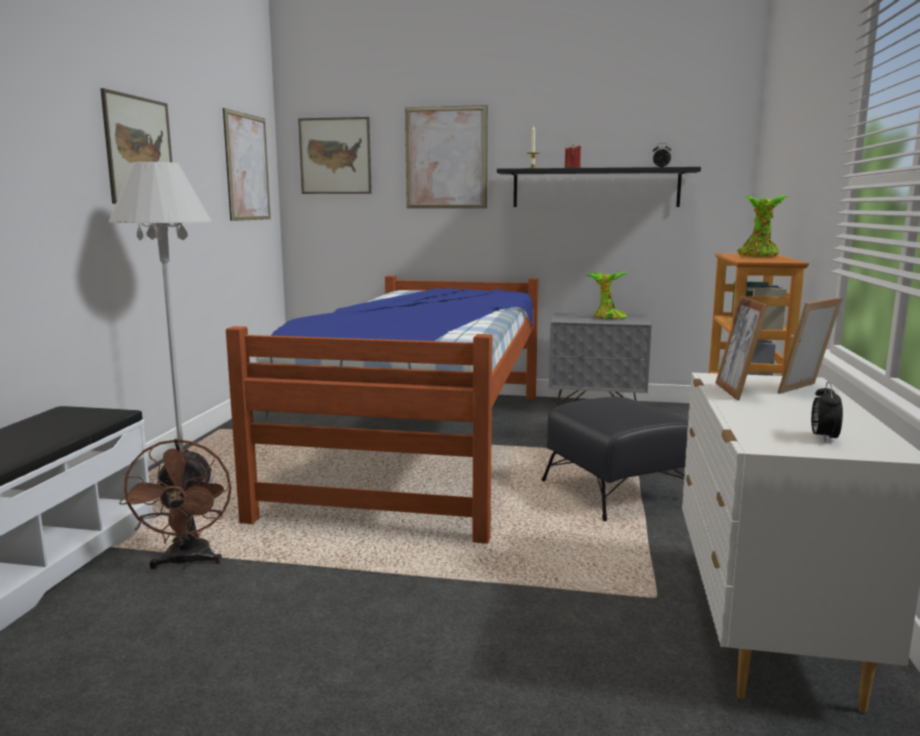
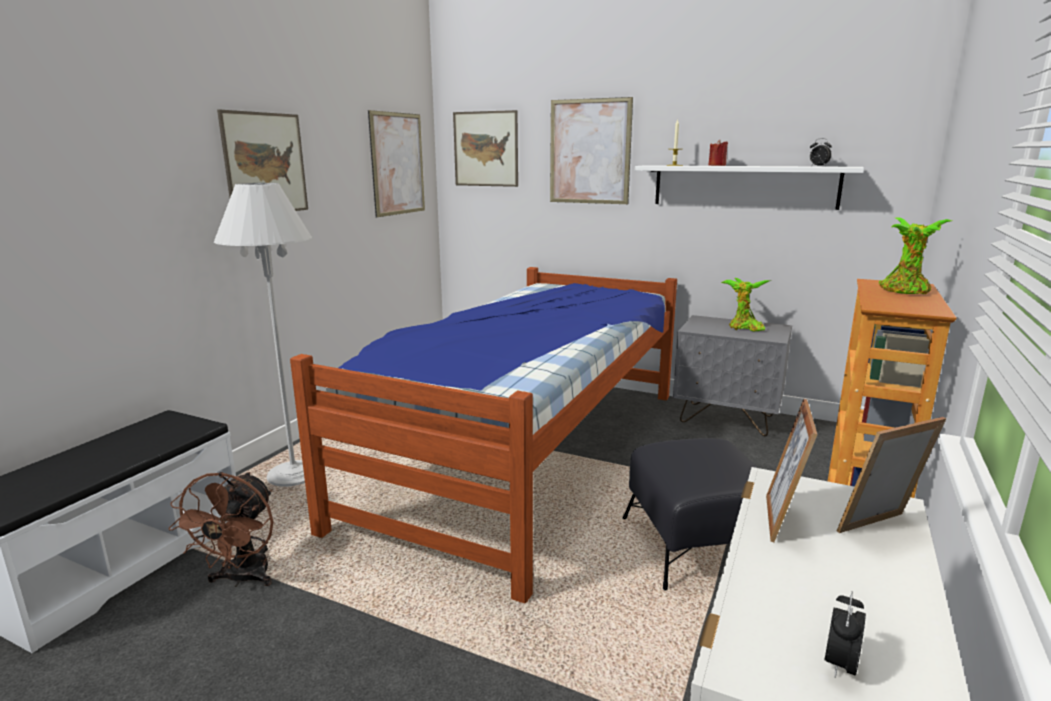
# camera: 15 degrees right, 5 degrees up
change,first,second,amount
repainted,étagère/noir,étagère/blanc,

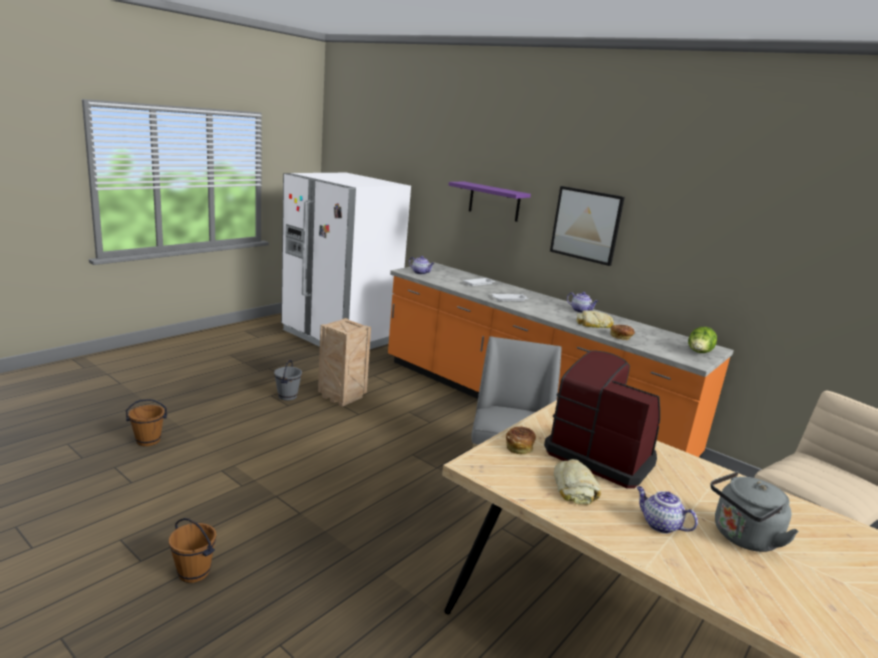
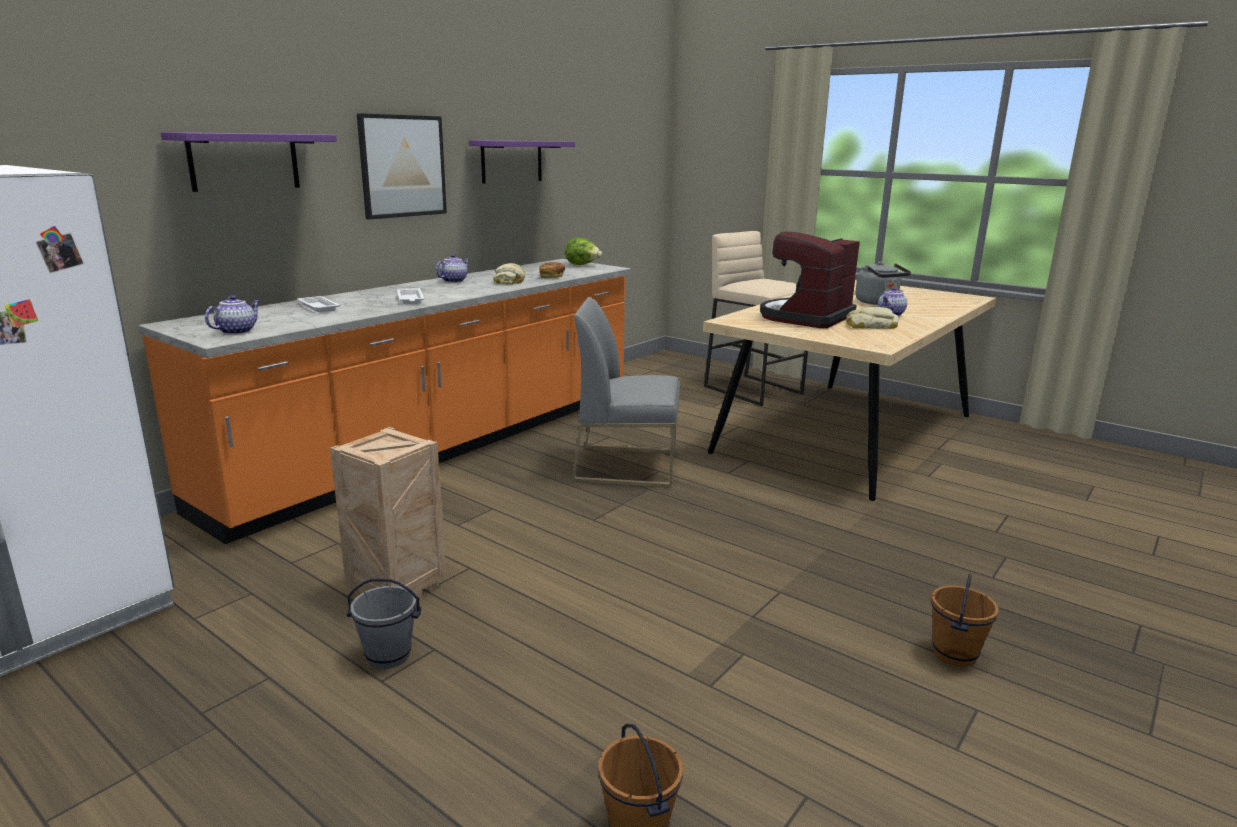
# camera: 90 degrees left, 0 degrees up
change,first,second,amount
new,,étagère/violet (no. 2 from left),
gone,pain (no. 1 from left),,

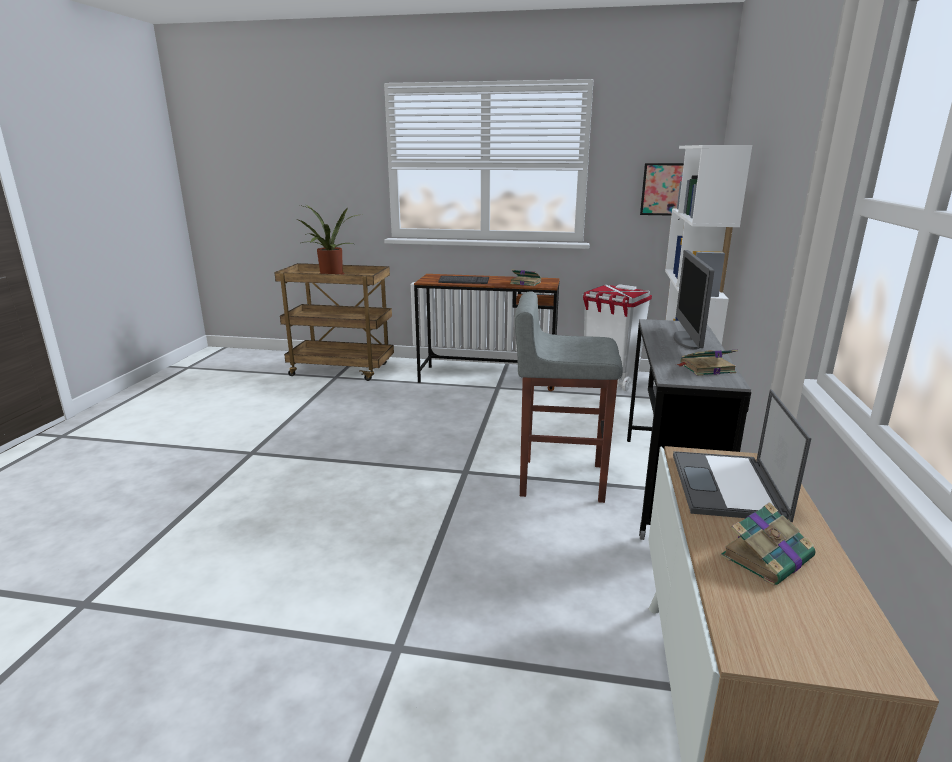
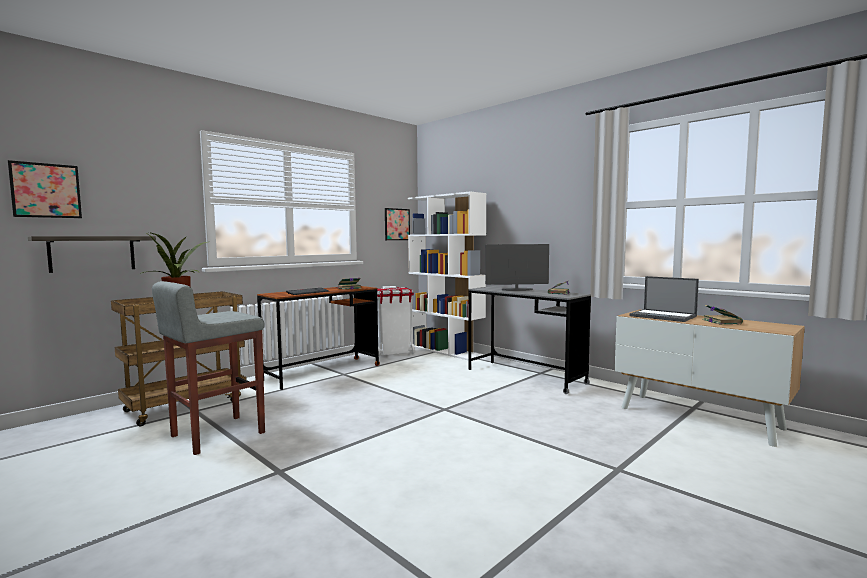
# camera: 55 degrees left, 15 degrees down
change,first,second,amount
new,,tableau (no. 1 from left),
new,,étagère,
shifted,tabouret/gris,,
rotated,écran d'ordinateur,,135 degrees clockwise

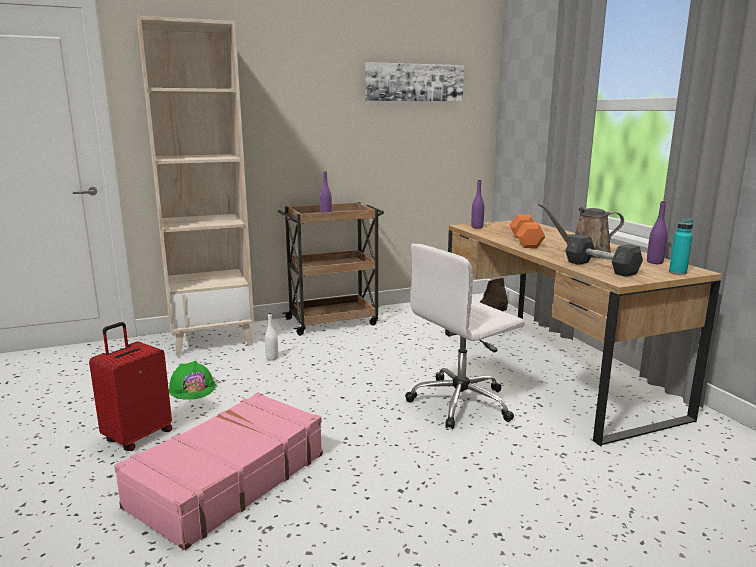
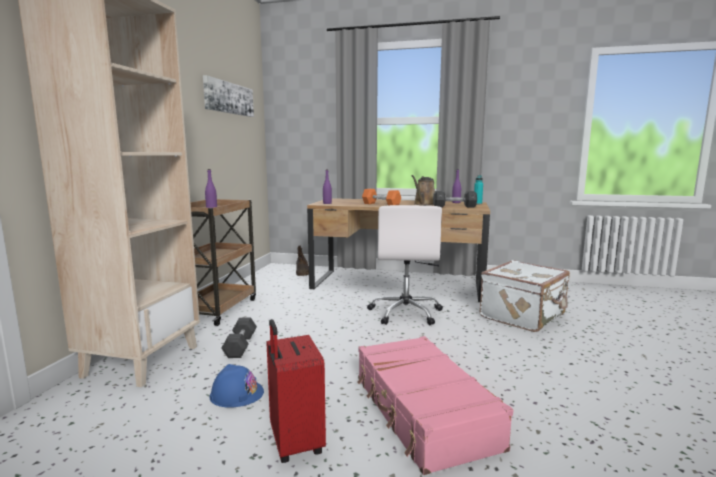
# camera: 55 degrees left, 5 degrees down
change,first,second,amount
repainted,casque de chantier/vert,casque de chantier/bleu,
swapped,bouteille/blanc,haltère/gris (no. 1 from left),
new,,valise/blanc,

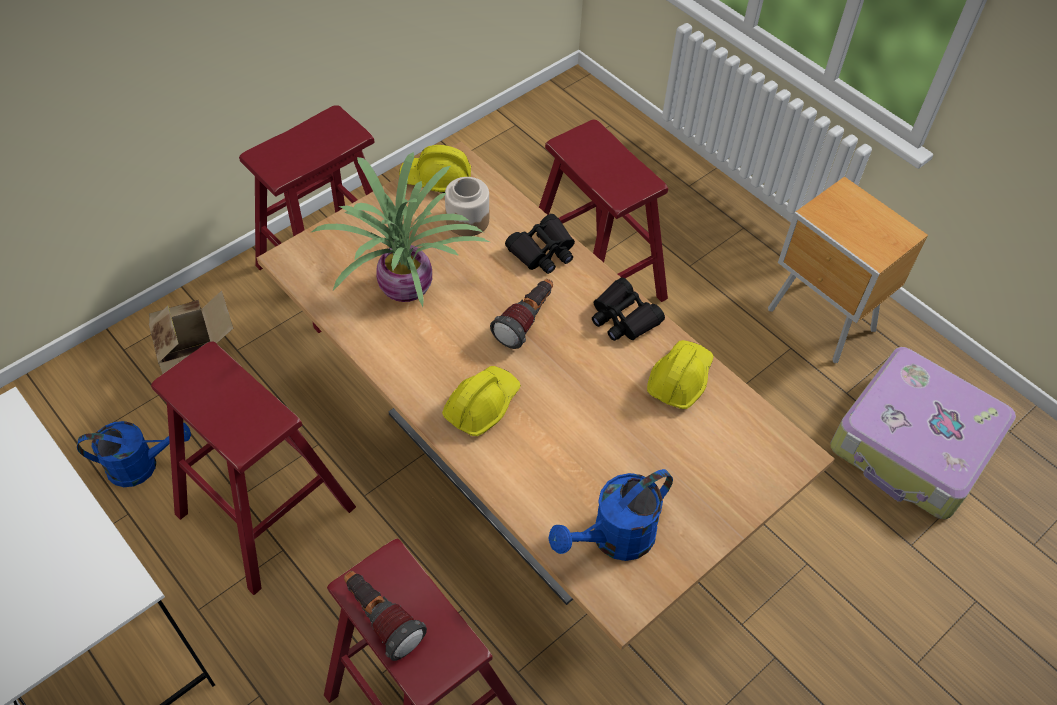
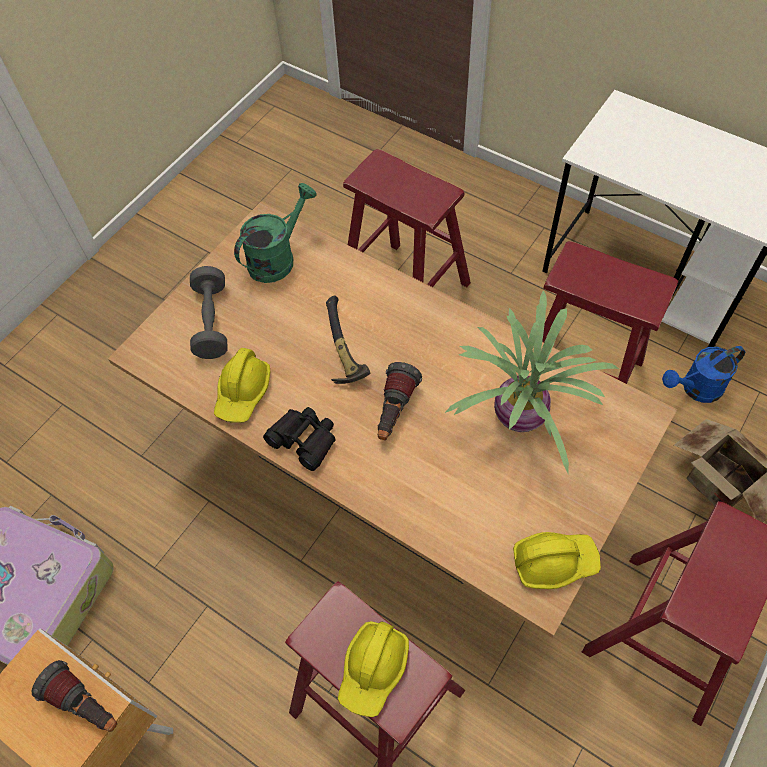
# camera: 170 degrees right, 5 degrees up
change,first,second,amount
shifted,lampe de poche (no. 1 from left),,
new,,haltère/gris,
repainted,arrosoir/bleu (no. 2 from left),arrosoir/vert,
new,,marteau,
shifted,casque de chantier/jaune (no. 2 from left),,
gone,bocal,,
gone,jumelles/noir (no. 1 from left),,

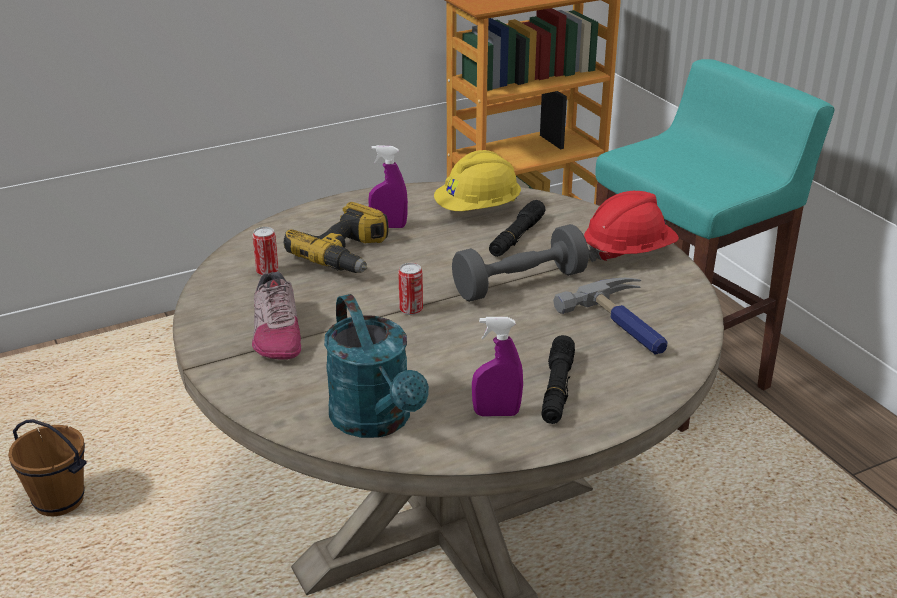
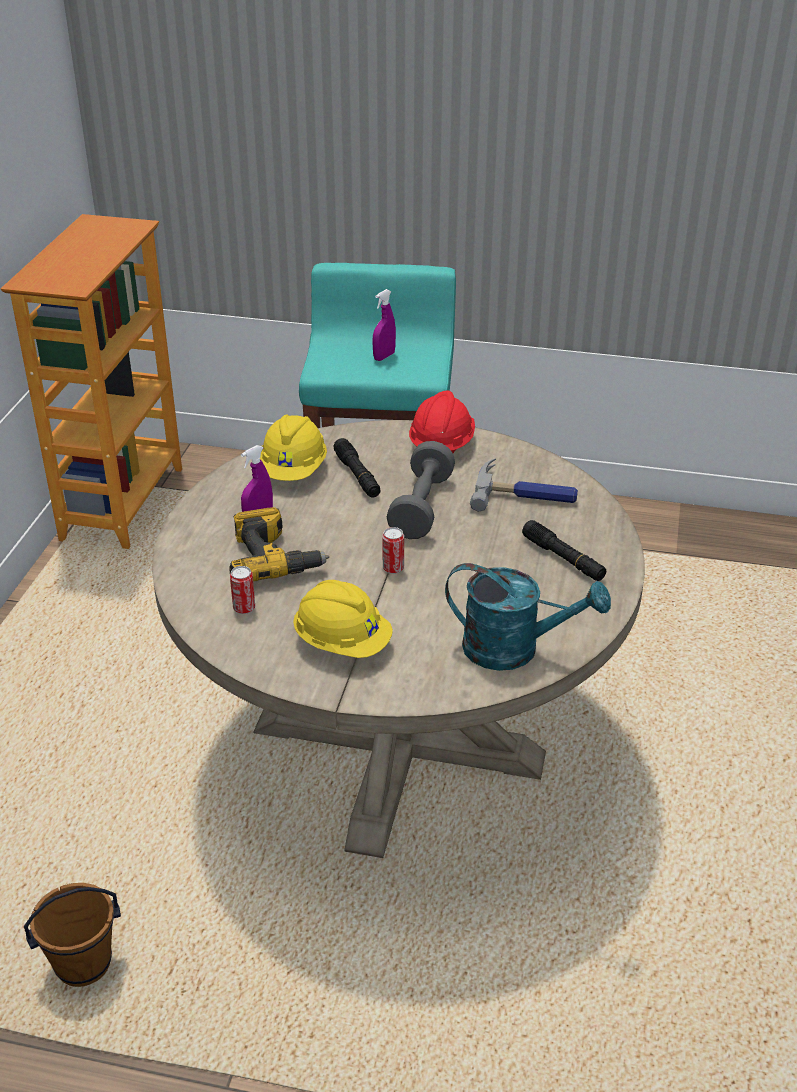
# camera: 50 degrees left, 5 degrees up
change,first,second,amount
swapped,chaussure,casque de chantier/jaune (no. 2 from left),
shifted,vaporisateur/violet (no. 2 from left),,

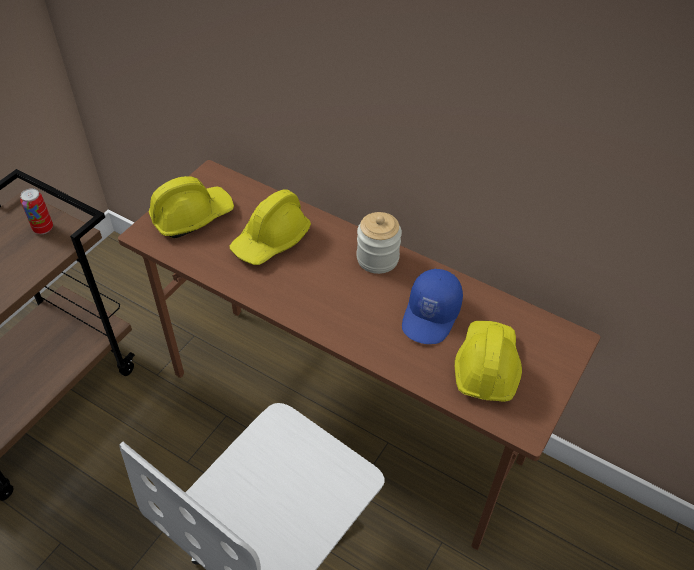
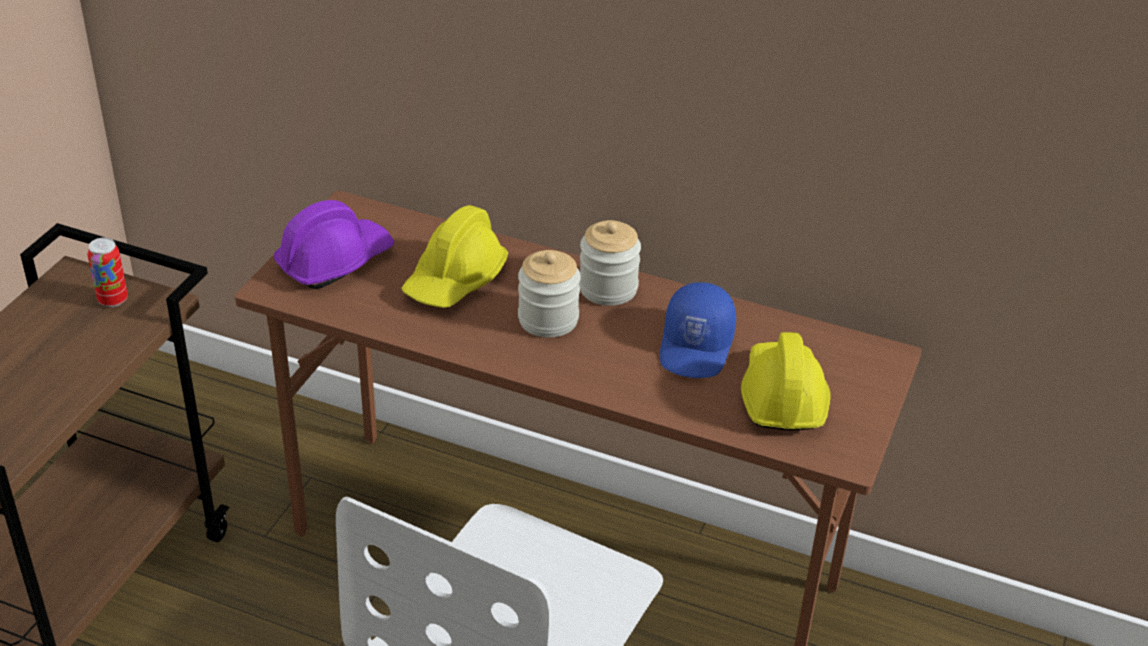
# camera: 10 degrees left, 10 degrees down
change,first,second,amount
repainted,casque de chantier/jaune (no. 1 from left),casque de chantier/violet,
new,,bocal (no. 1 from left),

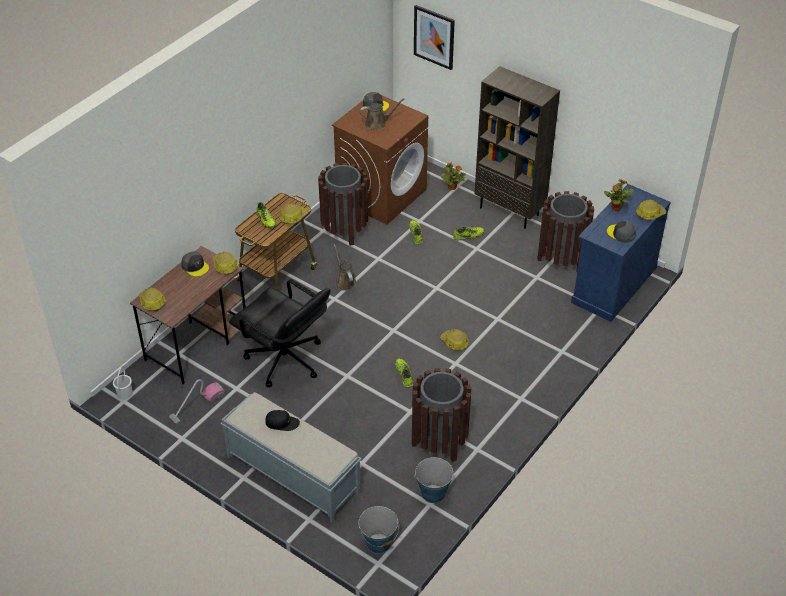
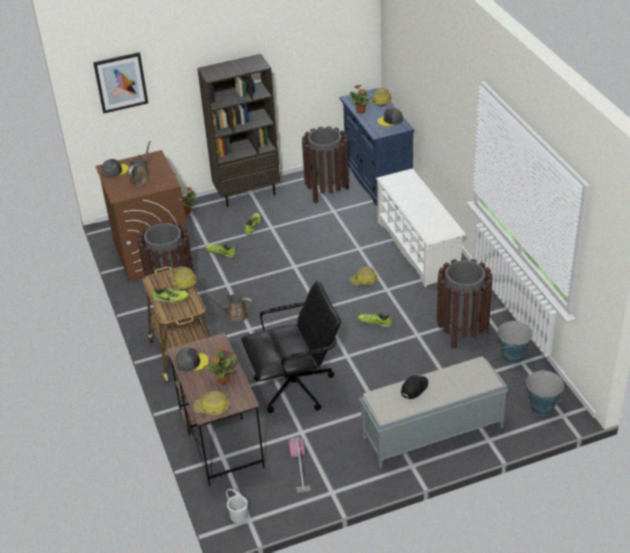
# camera: 55 degrees left, 5 degrees down
change,first,second,amount
new,,plante en pot (no. 2 from left),
new,,étagère à chaussures/blanc,
gone,casque de chantier (no. 2 from left),,

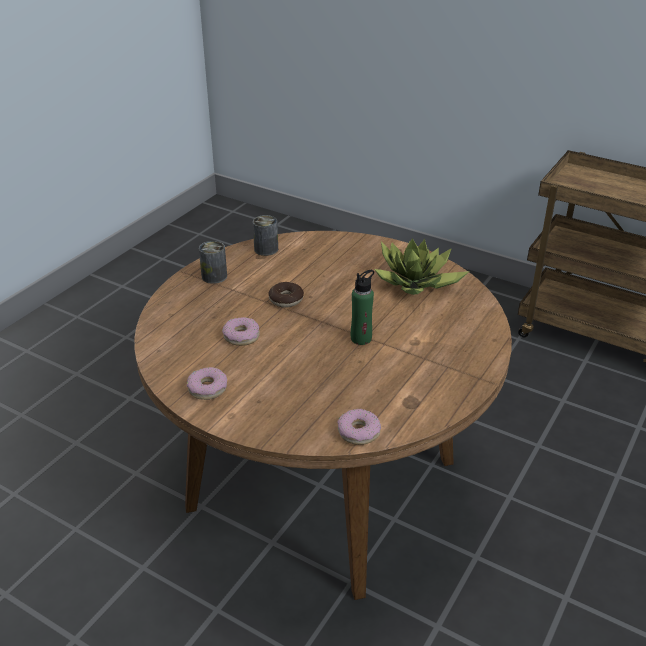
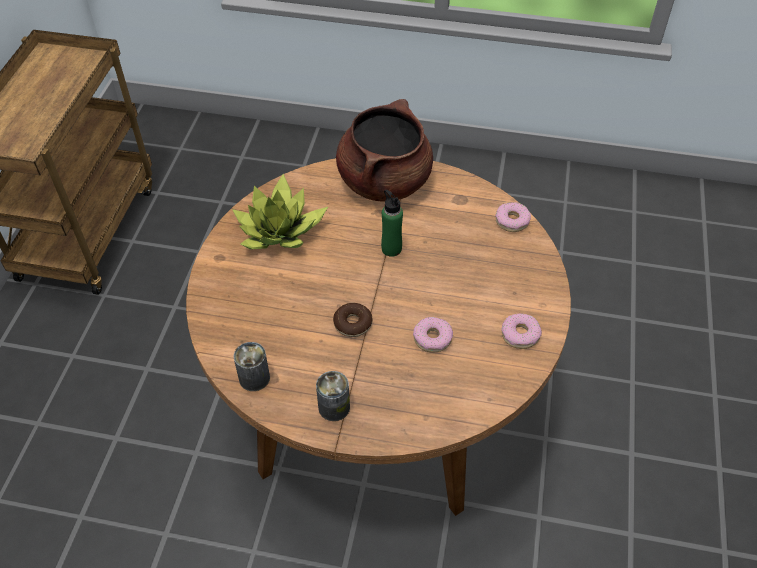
# camera: 110 degrees left, 15 degrees up
change,first,second,amount
new,,marmite/marron,

